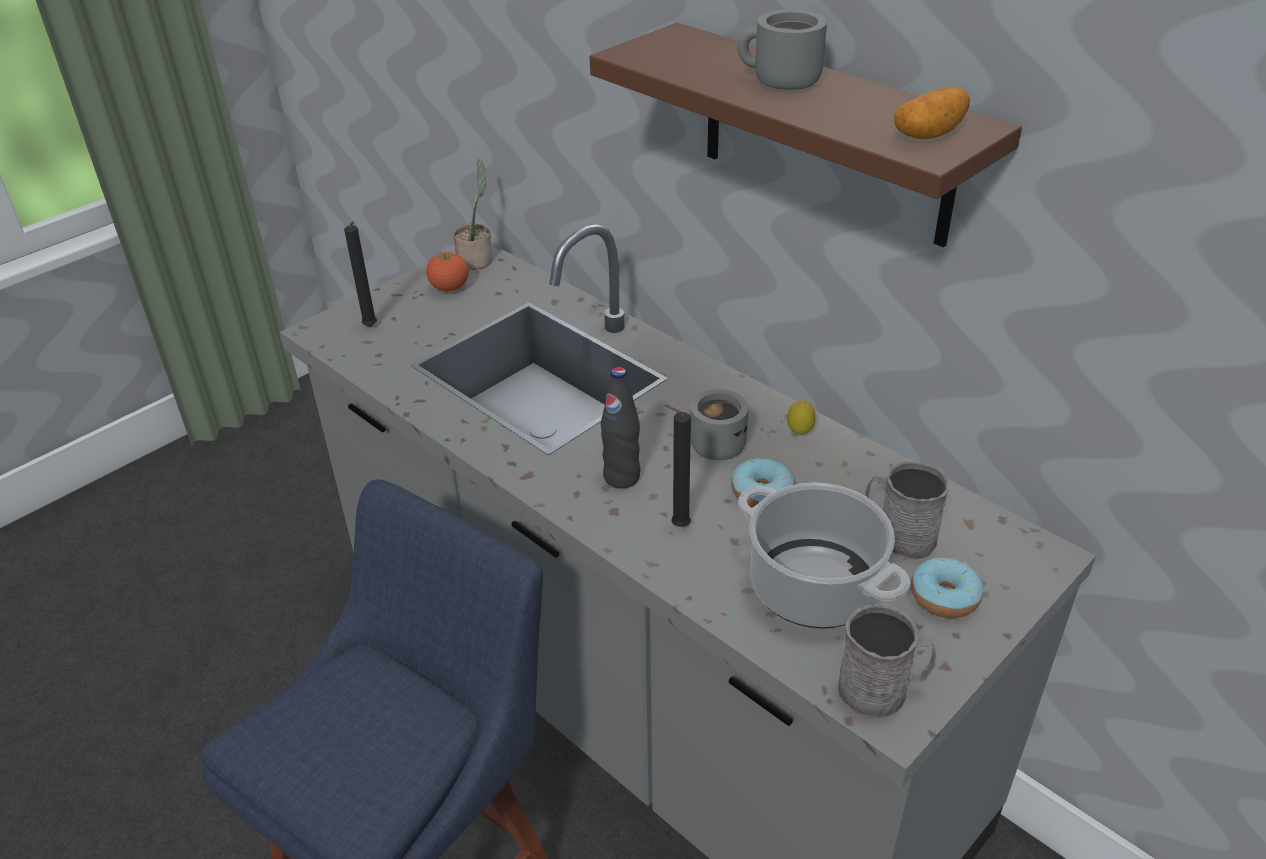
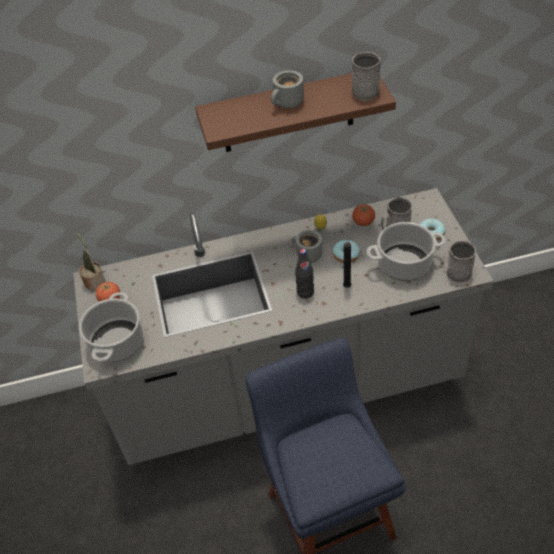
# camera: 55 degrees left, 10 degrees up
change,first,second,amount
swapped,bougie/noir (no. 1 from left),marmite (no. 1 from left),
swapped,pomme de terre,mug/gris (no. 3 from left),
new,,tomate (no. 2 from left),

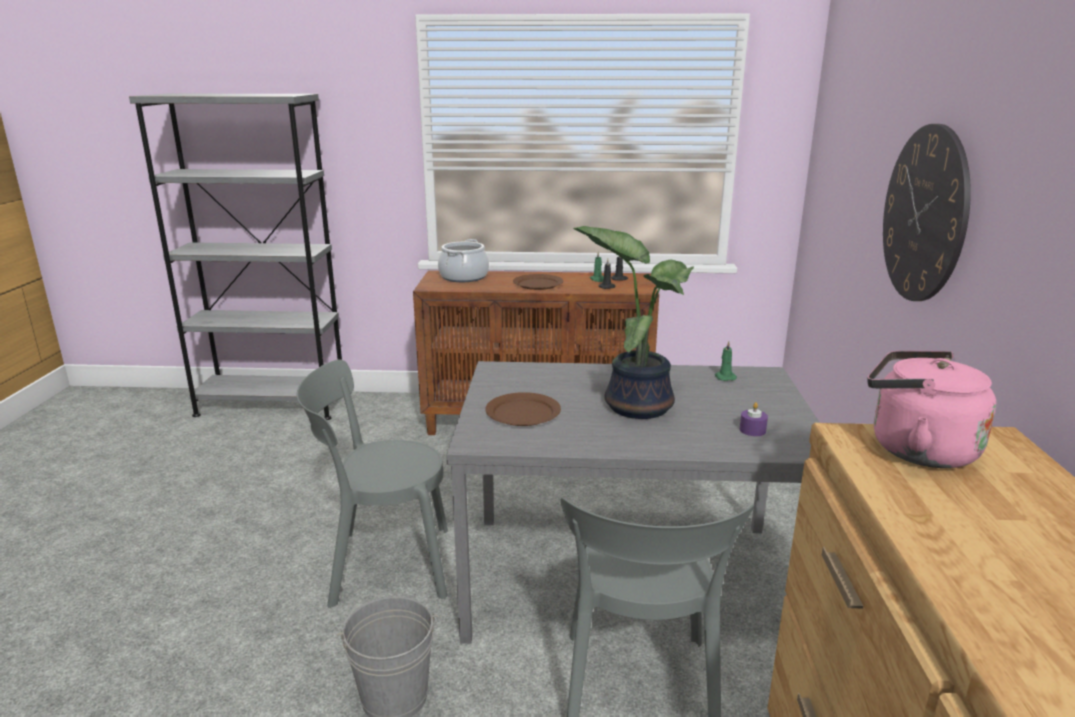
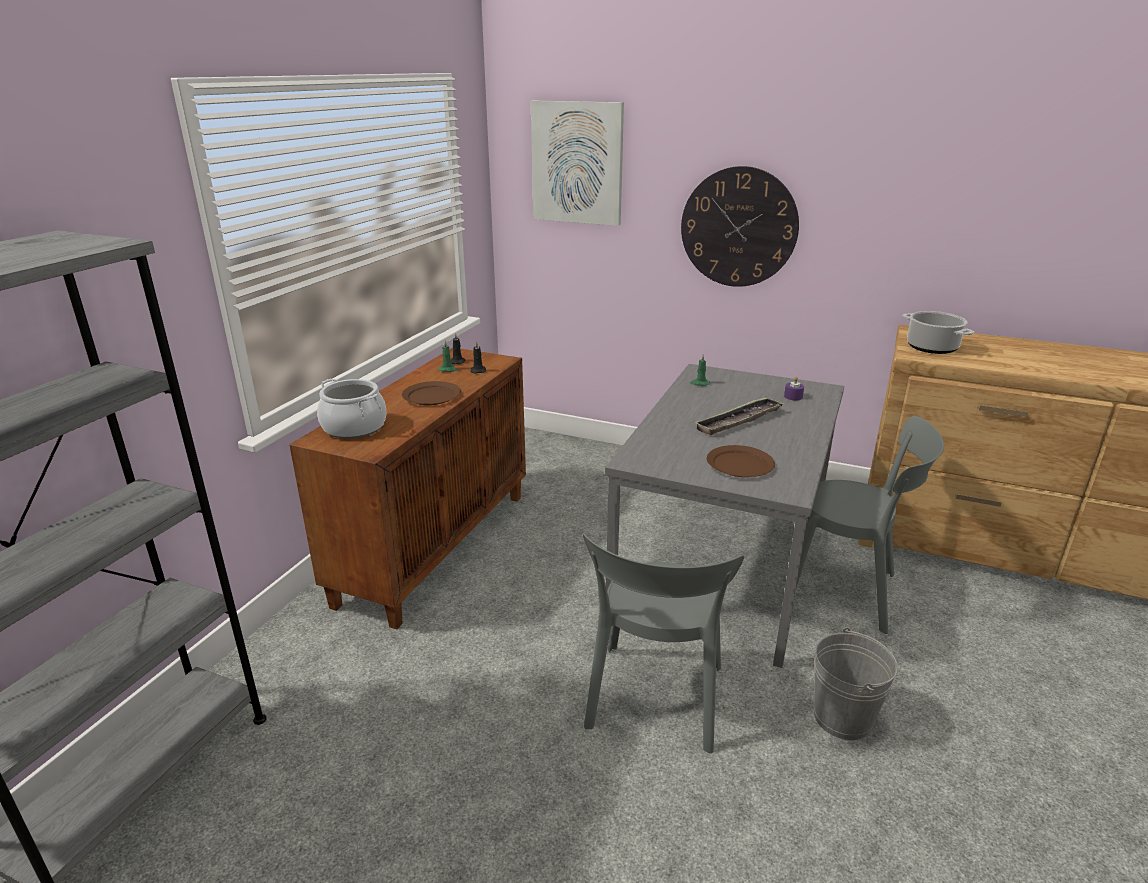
# camera: 70 degrees left, 5 degrees up
change,first,second,amount
new,,tableau,
swapped,plante en pot,plateau,
swapped,bouilloire/rose,marmite (no. 2 from left),

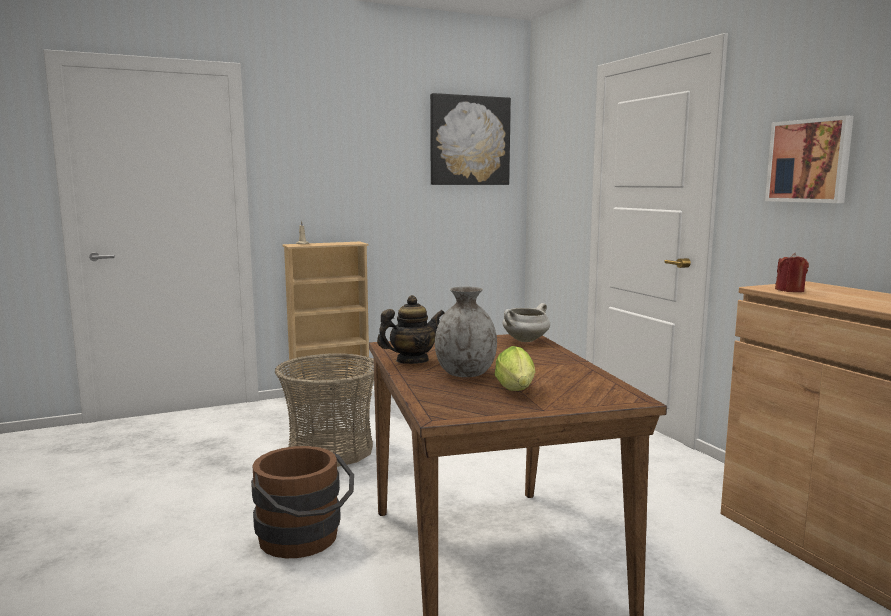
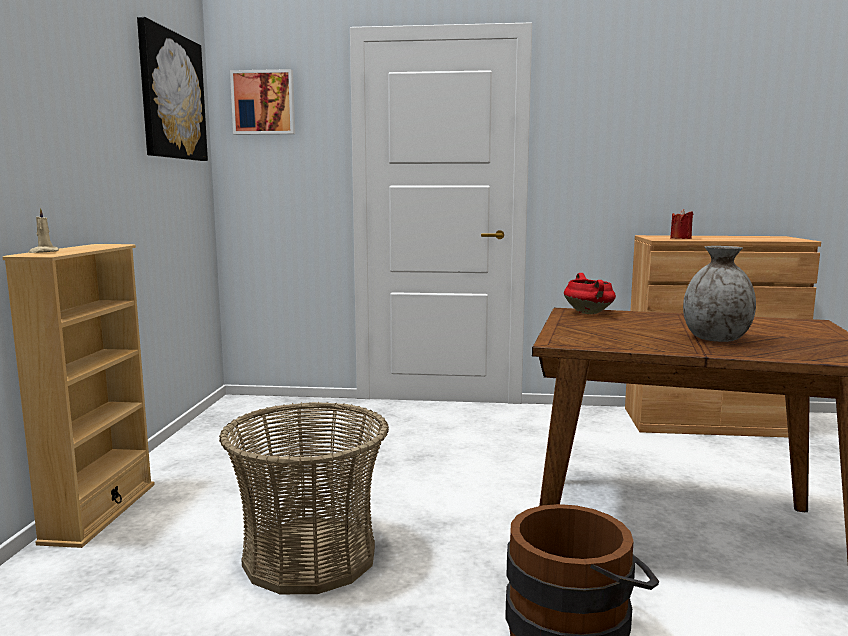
# camera: 60 degrees left, 0 degrees up
change,first,second,amount
shifted,tableau (no. 2 from left),,
repainted,marmite/blanc,marmite/rouge,
gone,théière,,
gone,laitue,,

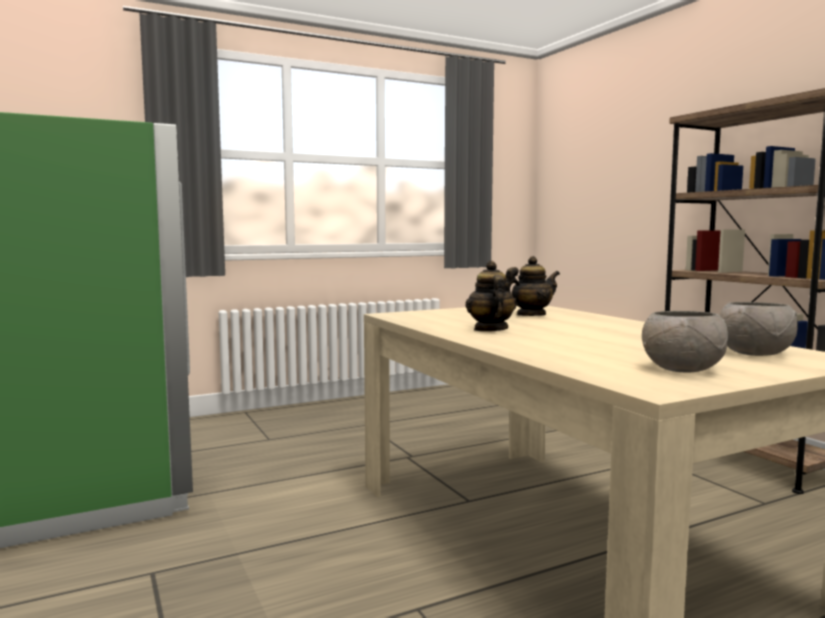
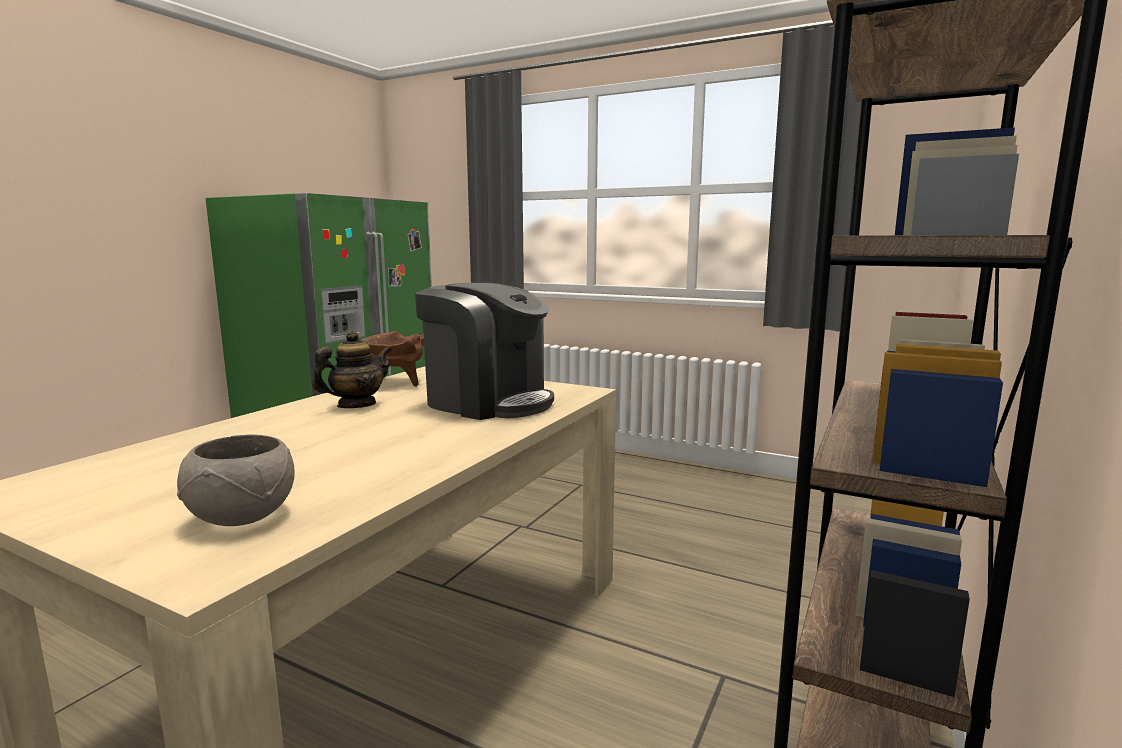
# camera: 55 degrees right, 5 degrees up
change,first,second,amount
new,,marmite/marron,
swapped,théière (no. 2 from left),machine à café,
gone,bol/gris (no. 1 from left),,

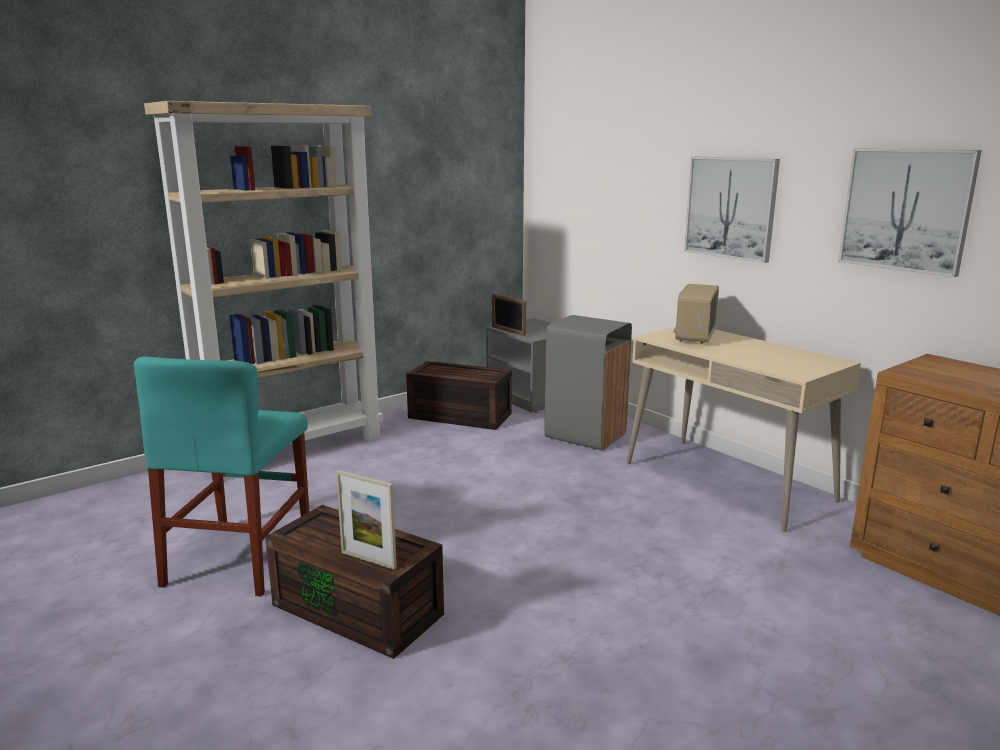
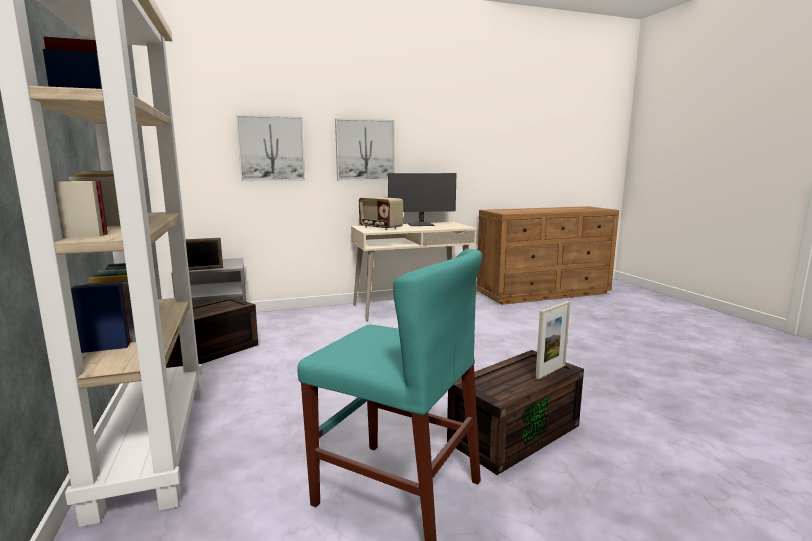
# camera: 70 degrees left, 5 degrees down
change,first,second,amount
shifted,tableau (no. 2 from left in the first image),tableau (no. 1 from left),
new,,écran d'ordinateur,
gone,poubelle/gris,,

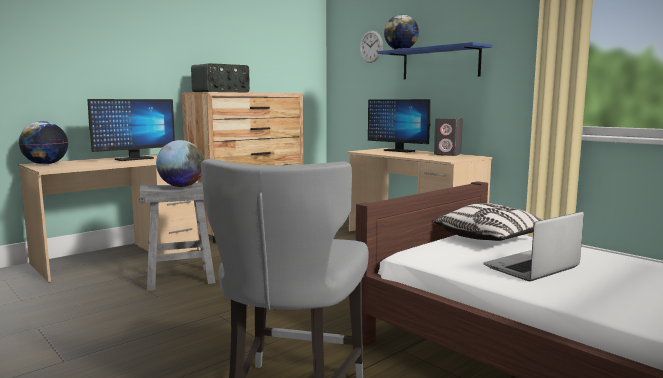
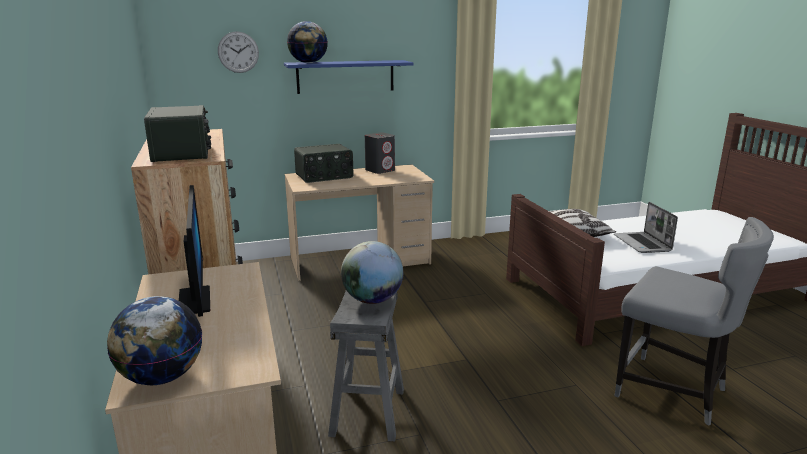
# camera: 65 degrees left, 10 degrees up
change,first,second,amount
swapped,écran d'ordinateur (no. 2 from left),radio (no. 2 from left),

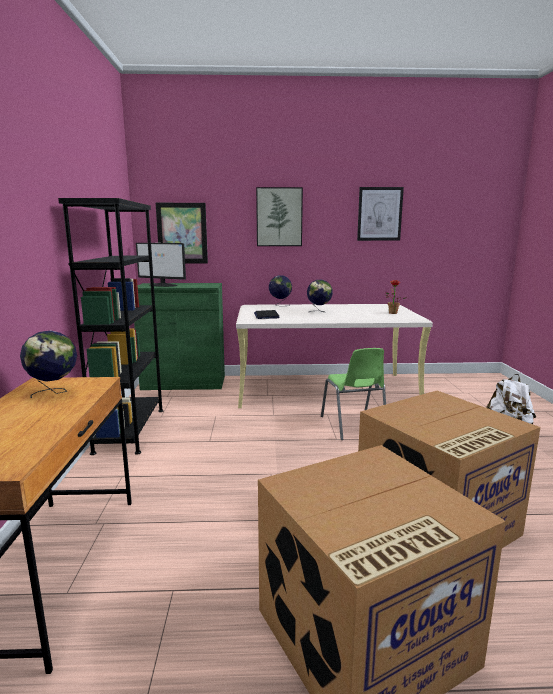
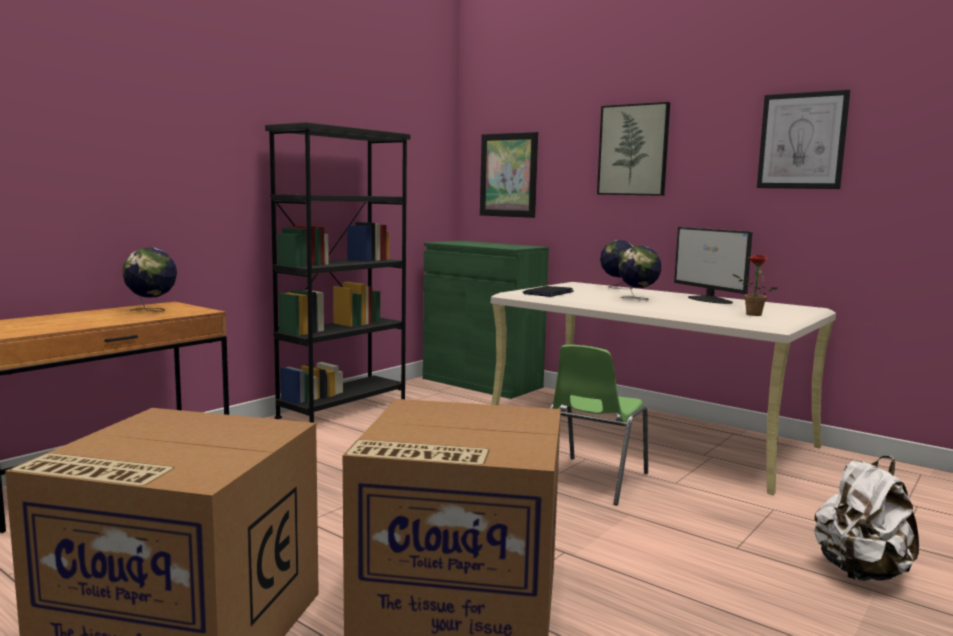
# camera: 40 degrees right, 5 degrees down
change,first,second,amount
shifted,écran d'ordinateur,,

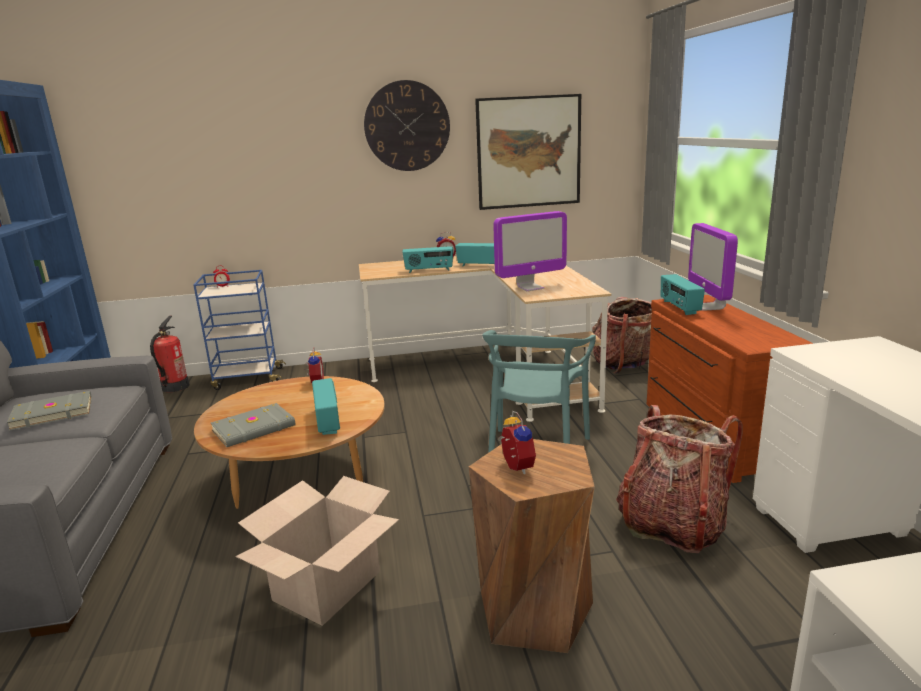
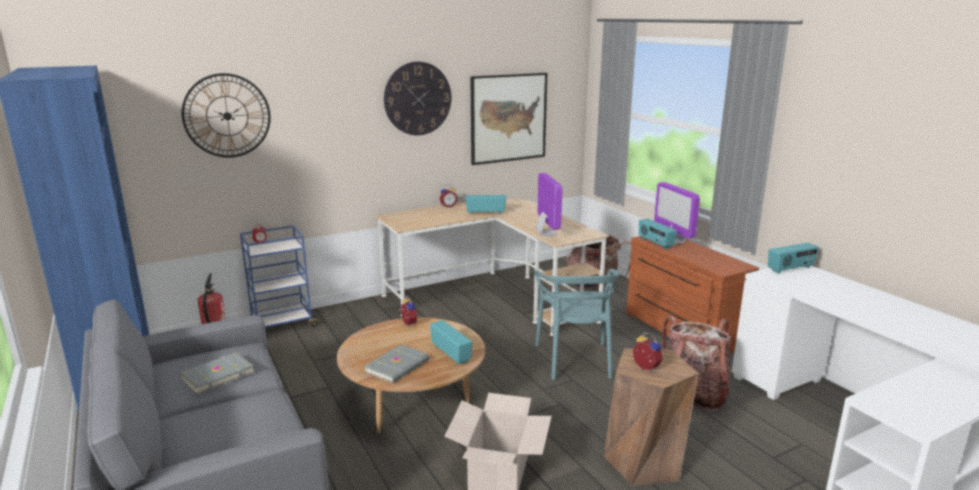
# camera: 20 degrees left, 0 degrees up
change,first,second,amount
new,,horloge murale (no. 1 from left),
rotated,écran d'ordinateur (no. 1 from left),,60 degrees counterclockwise
shifted,radio (no. 2 from left in the first image),radio (no. 4 from left),

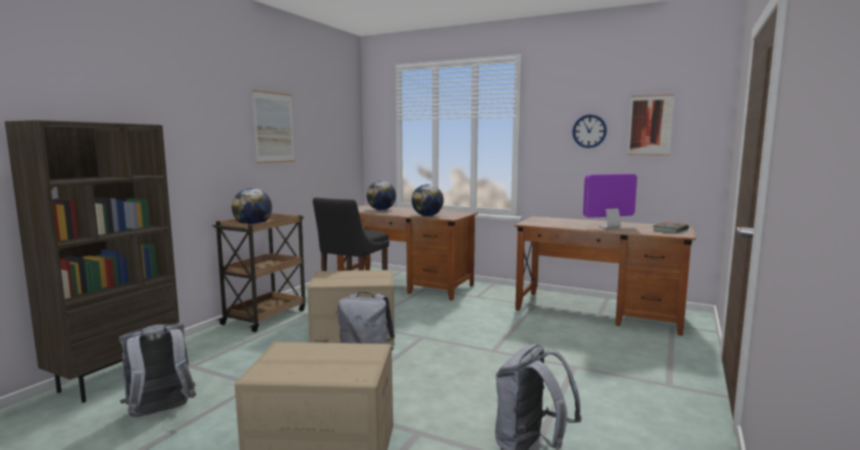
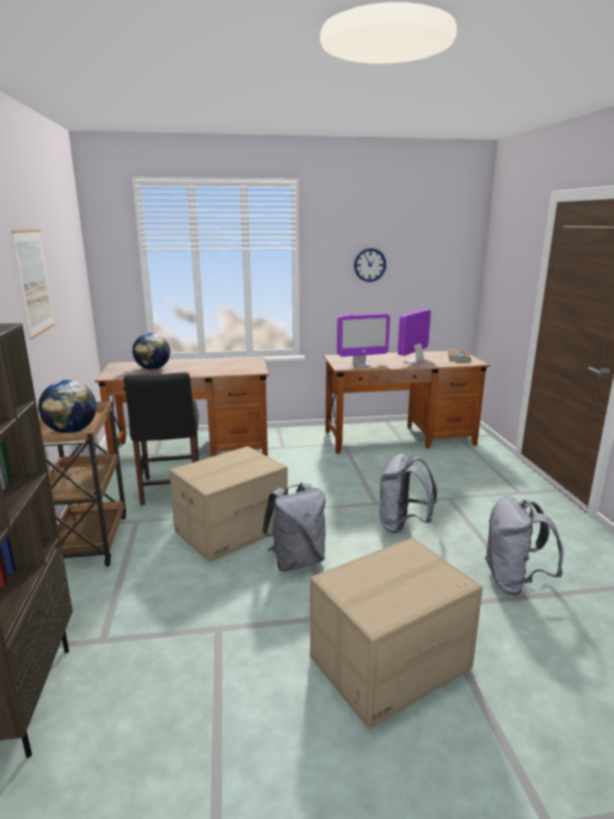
# camera: 35 degrees left, 10 degrees up
change,first,second,amount
new,,écran d'ordinateur (no. 1 from left),
shifted,sac à dos/gris (no. 1 from left in the first image),sac à dos/gris (no. 2 from left),
gone,globe (no. 3 from left),,
gone,tableau (no. 2 from left),,

